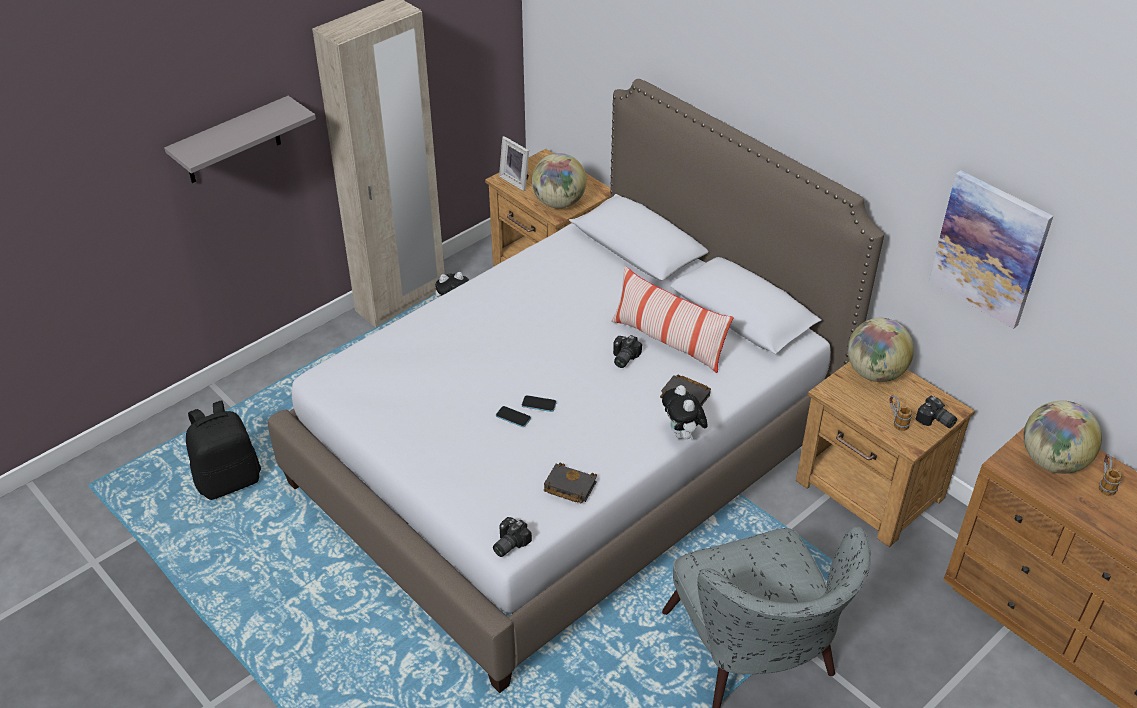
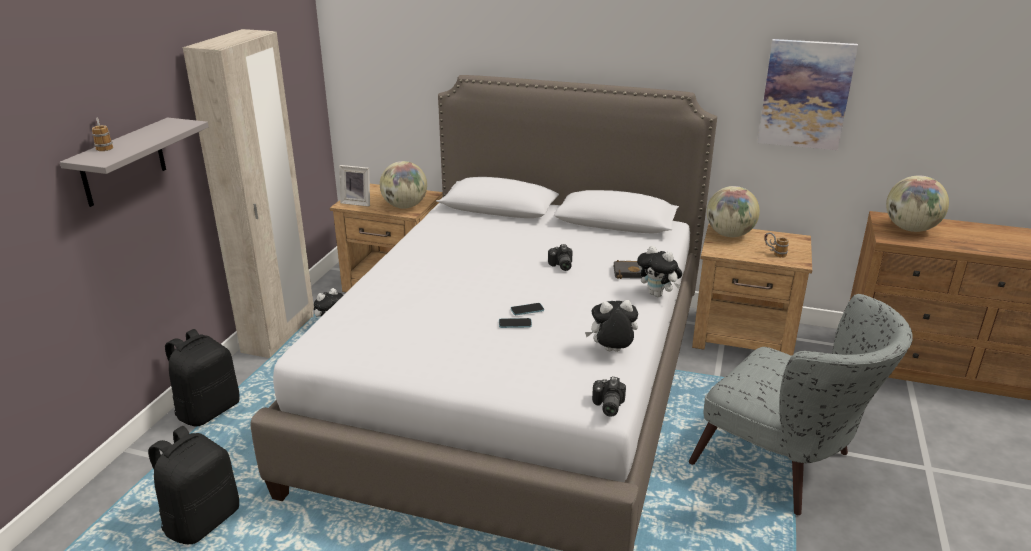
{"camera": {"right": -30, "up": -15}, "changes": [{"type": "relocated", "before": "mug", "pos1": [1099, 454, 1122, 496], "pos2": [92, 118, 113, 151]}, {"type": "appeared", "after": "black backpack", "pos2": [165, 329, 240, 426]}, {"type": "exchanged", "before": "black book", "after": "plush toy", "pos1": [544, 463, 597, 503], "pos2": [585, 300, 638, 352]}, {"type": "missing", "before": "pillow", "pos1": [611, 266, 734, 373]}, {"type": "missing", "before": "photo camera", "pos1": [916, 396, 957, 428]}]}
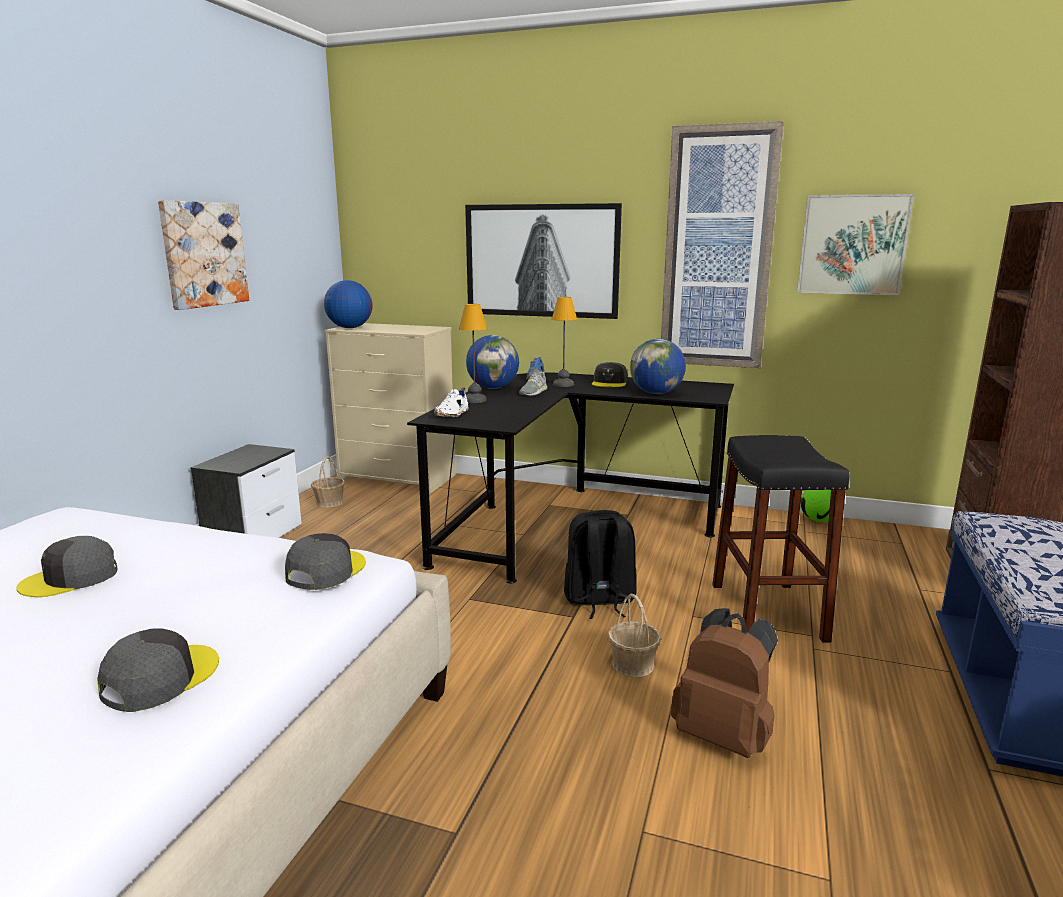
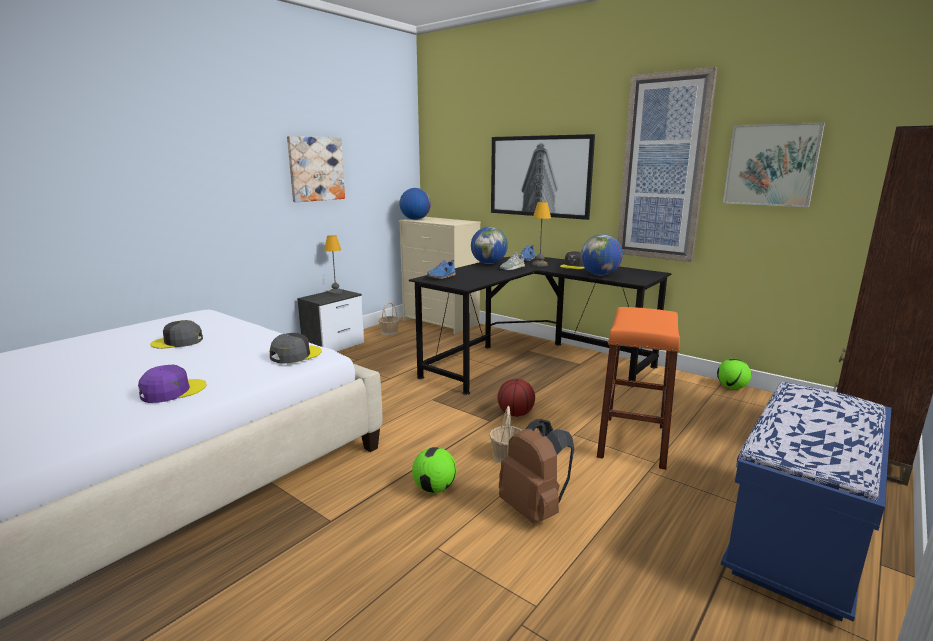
{"camera": {"right": 20, "up": 0}, "changes": [{"type": "colour", "before": "grey cap", "after": "purple cap", "pos1": [98, 629, 219, 712], "pos2": [138, 365, 207, 403]}, {"type": "relocated", "before": "table lamp", "pos1": [459, 304, 487, 403], "pos2": [324, 235, 343, 295]}, {"type": "appeared", "after": "football", "pos2": [412, 447, 457, 493]}, {"type": "colour", "before": "white shoe", "after": "blue shoe", "pos1": [435, 387, 469, 417], "pos2": [427, 260, 456, 279]}, {"type": "exchanged", "before": "black backpack", "after": "basketball", "pos1": [564, 510, 637, 619], "pos2": [498, 379, 535, 417]}, {"type": "colour", "before": "black stool", "after": "orange stool", "pos1": [712, 435, 849, 643], "pos2": [597, 307, 680, 470]}]}
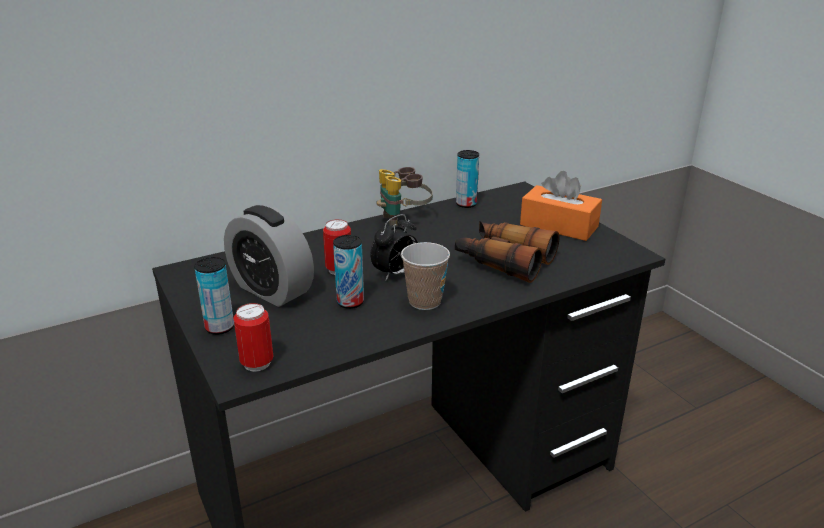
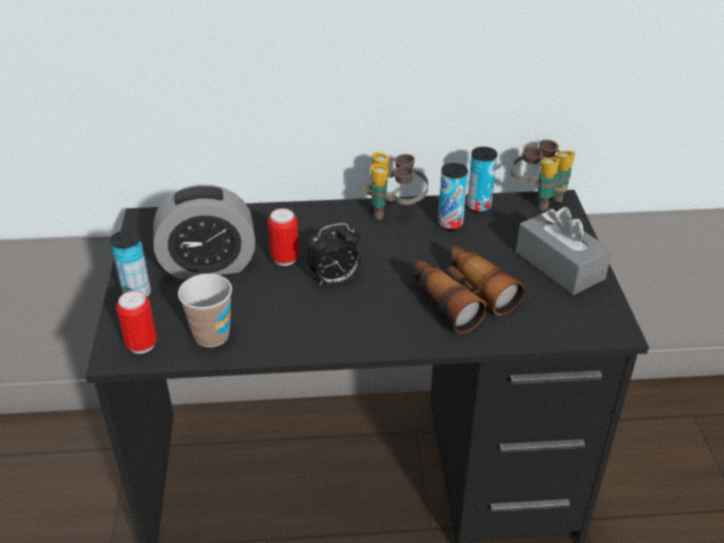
{"camera": {"right": 25, "up": 10}, "changes": [{"type": "spun", "before": "alarm clock", "pos1": [224, 205, 314, 307], "pos2": [153, 185, 255, 279], "turn": -75}, {"type": "relocated", "before": "cup", "pos1": [401, 242, 450, 310], "pos2": [178, 274, 232, 347]}, {"type": "relocated", "before": "can", "pos1": [333, 235, 364, 309], "pos2": [438, 163, 468, 231]}, {"type": "appeared", "after": "binoculars", "pos2": [511, 140, 575, 211]}, {"type": "colour", "before": "orange tissue box", "after": "grey tissue box", "pos1": [520, 171, 602, 241], "pos2": [516, 207, 612, 295]}]}
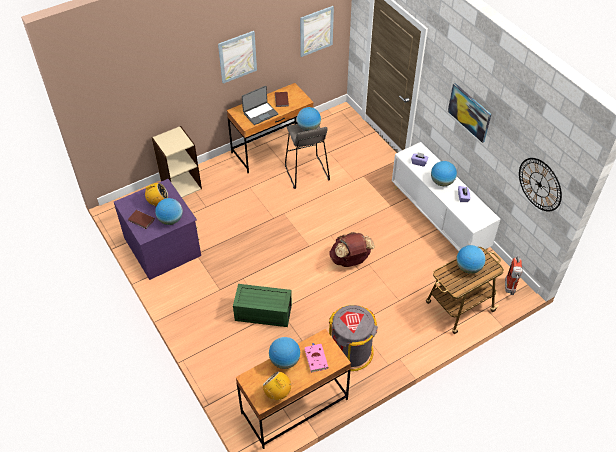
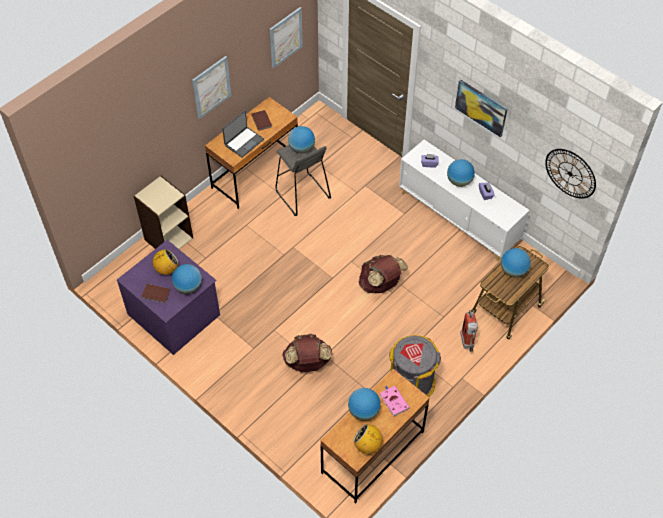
{"camera": {"right": -15, "up": 5}, "changes": [{"type": "exchanged", "before": "green storage box", "after": "brown backpack", "pos1": [233, 284, 292, 327], "pos2": [282, 334, 332, 372]}, {"type": "relocated", "before": "fire extinguisher", "pos1": [505, 256, 523, 295], "pos2": [460, 310, 478, 352]}]}
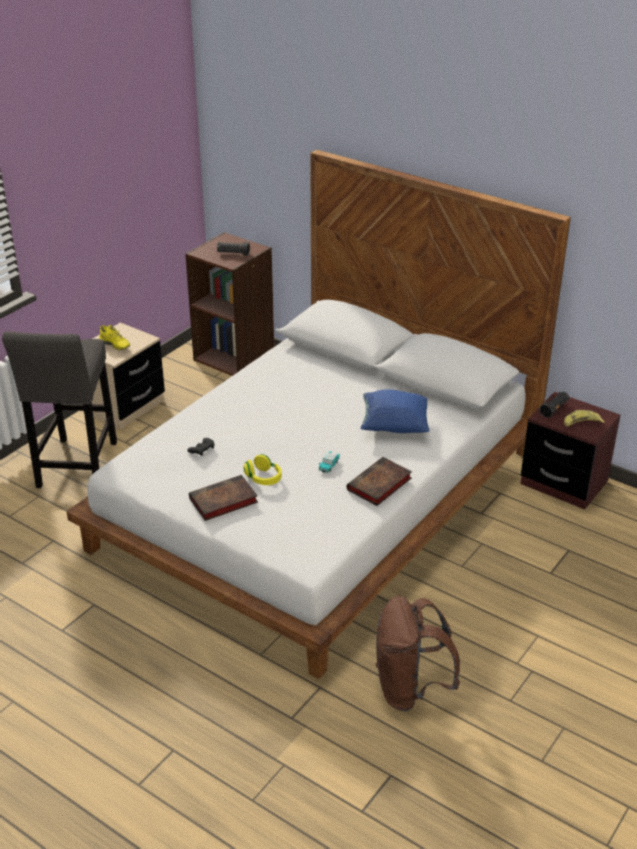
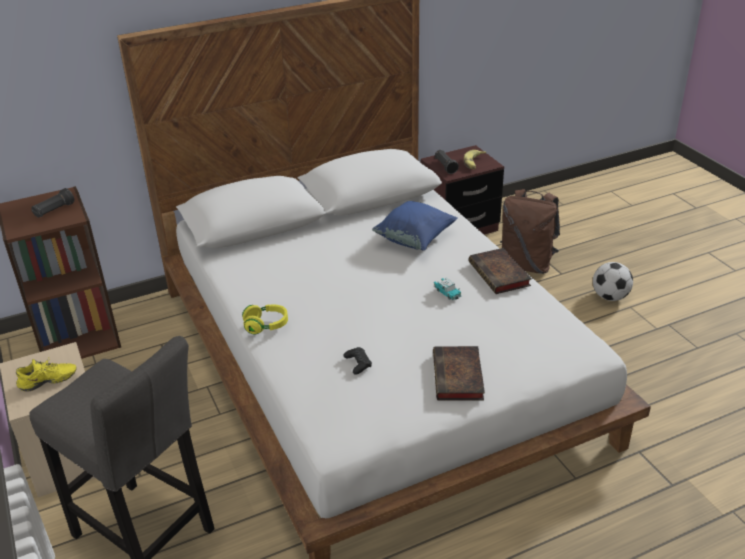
{"camera": {"right": -60, "up": 0}, "changes": [{"type": "relocated", "before": "yellow headphones", "pos1": [243, 454, 282, 485], "pos2": [242, 305, 288, 334]}, {"type": "relocated", "before": "brown backpack", "pos1": [375, 596, 460, 711], "pos2": [500, 189, 560, 274]}, {"type": "appeared", "after": "football", "pos2": [593, 262, 633, 301]}]}
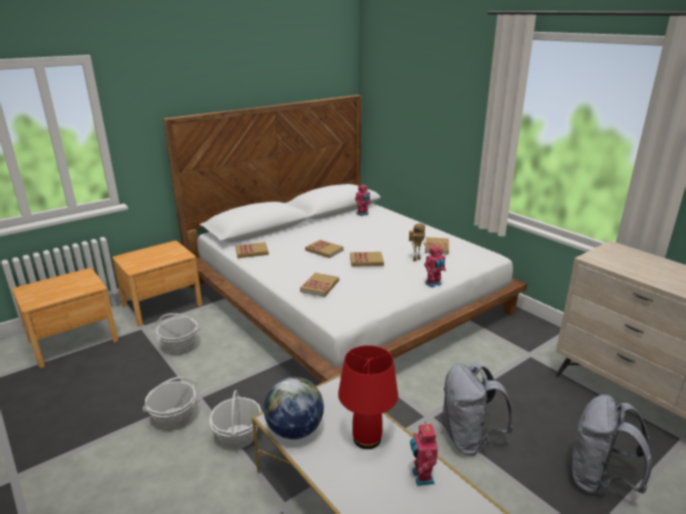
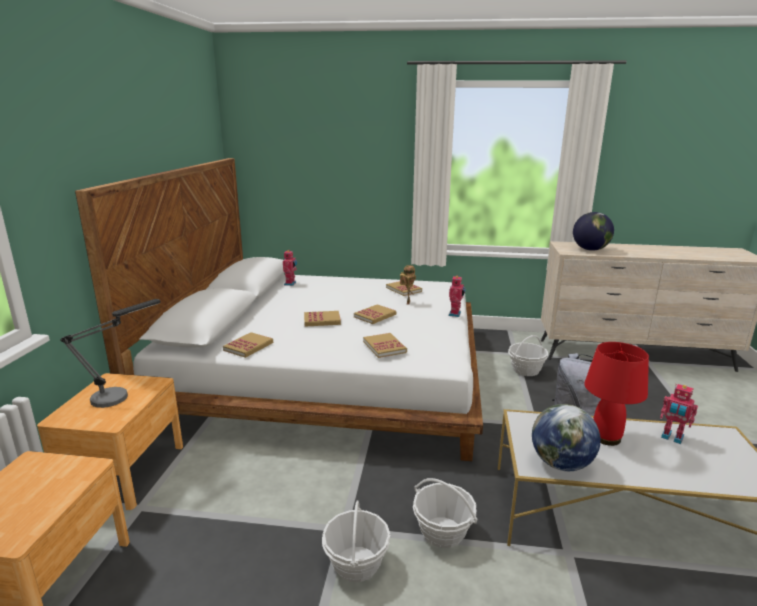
{"camera": {"right": -45, "up": -5}, "changes": [{"type": "appeared", "after": "table lamp", "pos2": [60, 299, 161, 408]}, {"type": "relocated", "before": "basket", "pos1": [154, 313, 200, 355], "pos2": [508, 335, 548, 376]}, {"type": "appeared", "after": "globe", "pos2": [573, 212, 614, 251]}, {"type": "missing", "before": "grey backpack", "pos1": [572, 394, 652, 495]}]}
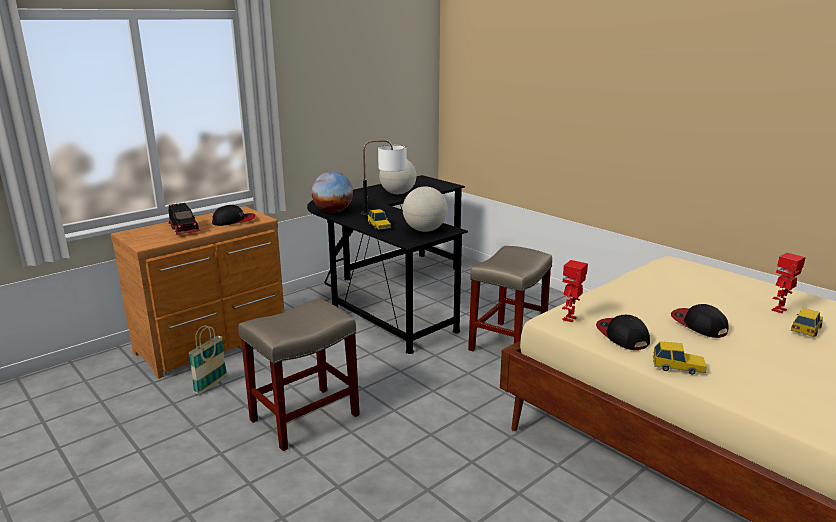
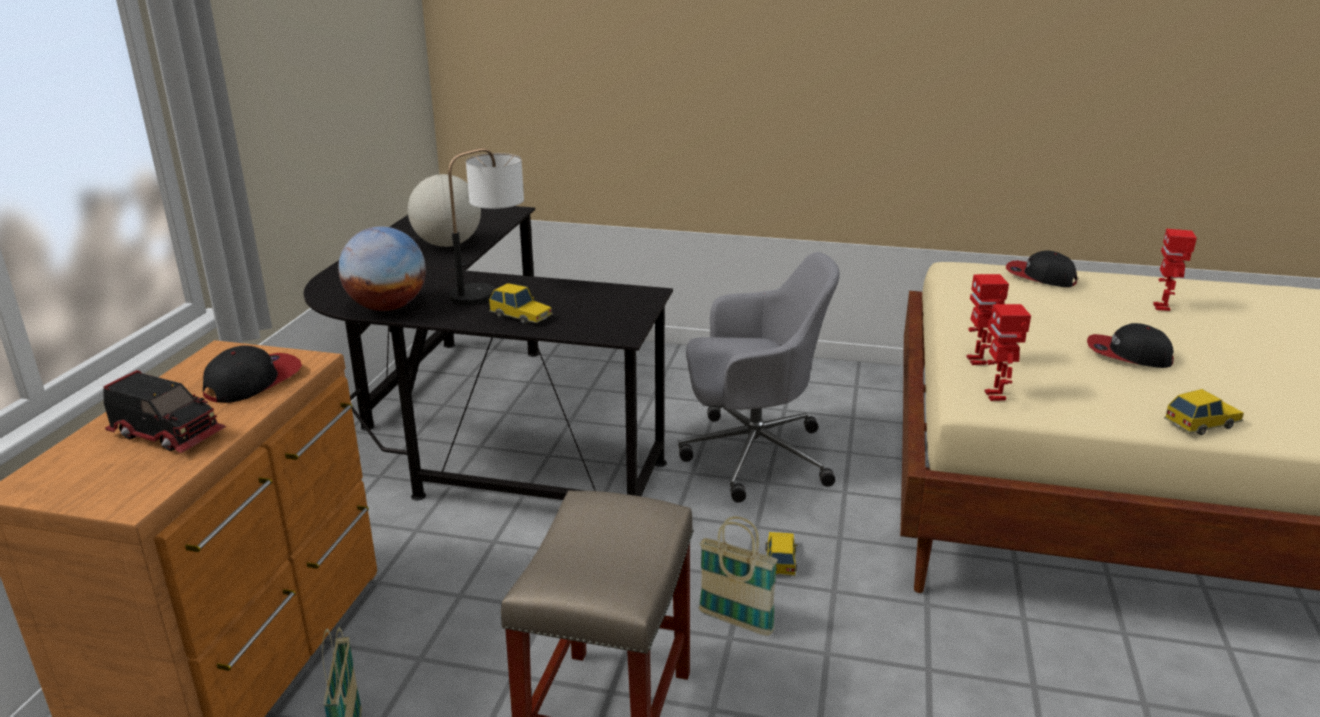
{"camera": {"right": -35, "up": 5}, "changes": [{"type": "exchanged", "before": "beige stool", "after": "grey office chair", "pos1": [468, 246, 552, 351], "pos2": [678, 252, 840, 503]}, {"type": "appeared", "after": "basket", "pos2": [699, 516, 778, 636]}, {"type": "relocated", "before": "toy car", "pos1": [791, 308, 823, 337], "pos2": [765, 532, 798, 576]}, {"type": "appeared", "after": "toy robot", "pos2": [966, 274, 1009, 365]}, {"type": "relocated", "before": "cap", "pos1": [596, 315, 650, 350], "pos2": [1006, 250, 1077, 287]}, {"type": "missing", "before": "globe", "pos1": [403, 186, 448, 232]}]}
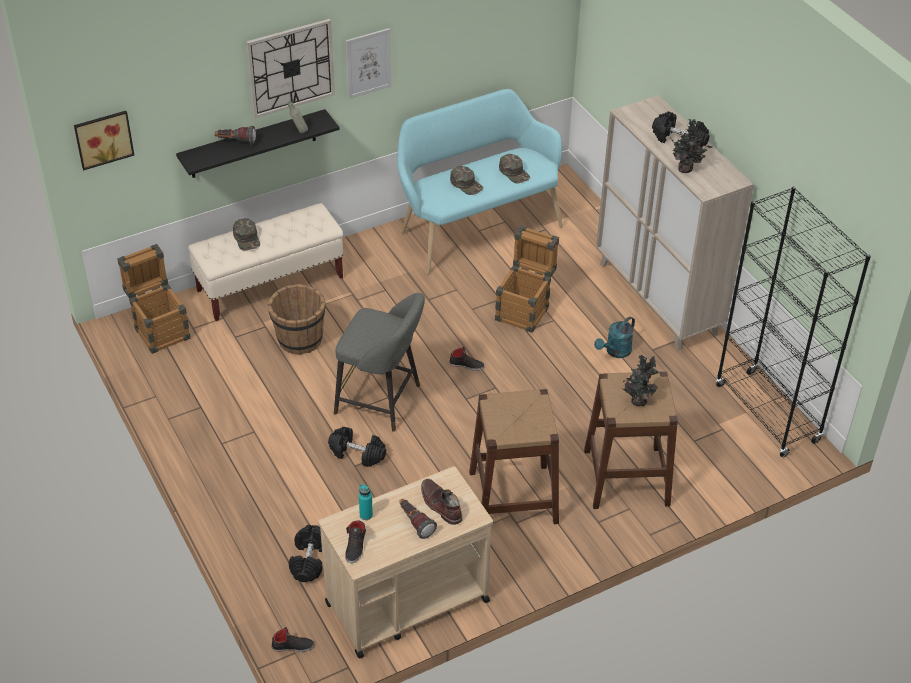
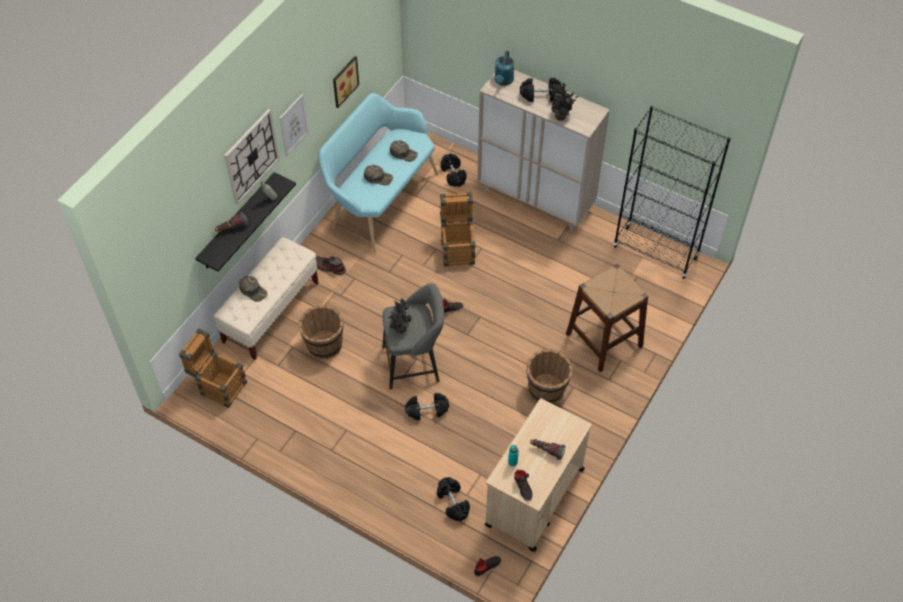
{"camera": {"right": -30, "up": 10}, "changes": [{"type": "relocated", "before": "brown boot", "pos1": [421, 479, 462, 525], "pos2": [316, 256, 346, 275]}, {"type": "relocated", "before": "picture", "pos1": [74, 111, 134, 170], "pos2": [333, 56, 359, 108]}, {"type": "relocated", "before": "potted plant", "pos1": [623, 355, 659, 406], "pos2": [388, 298, 412, 333]}, {"type": "appeared", "after": "black dumbbell", "pos2": [441, 153, 467, 187]}, {"type": "relocated", "before": "turquoise watering can", "pos1": [594, 316, 635, 358], "pos2": [495, 51, 514, 86]}, {"type": "exchanged", "before": "brown stool", "after": "brown bucket", "pos1": [469, 389, 559, 524], "pos2": [526, 349, 573, 403]}]}
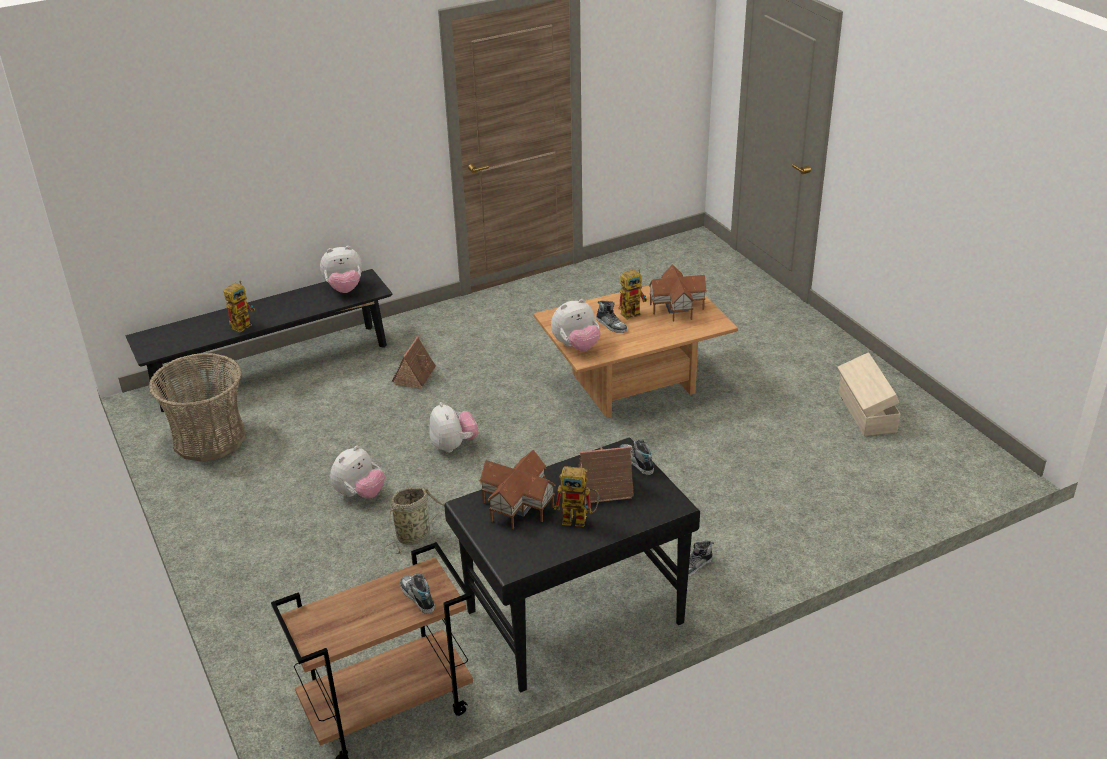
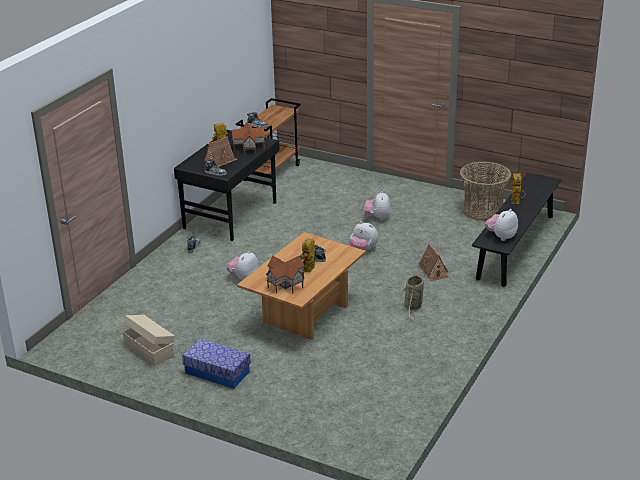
{"camera": {"right": 145, "up": -5}, "changes": [{"type": "appeared", "after": "storage box", "pos2": [182, 339, 251, 389]}, {"type": "relocated", "before": "plush toy", "pos1": [551, 299, 600, 351], "pos2": [227, 251, 259, 280]}, {"type": "relocated", "before": "basket", "pos1": [383, 488, 445, 555], "pos2": [403, 273, 424, 321]}]}
